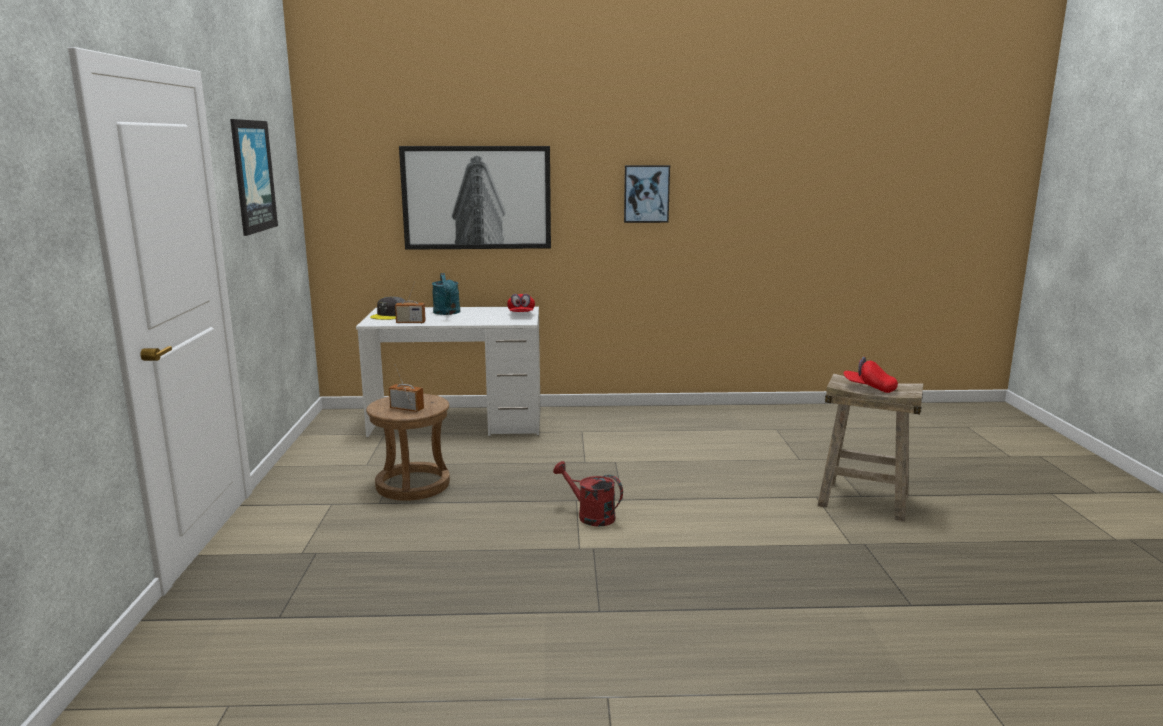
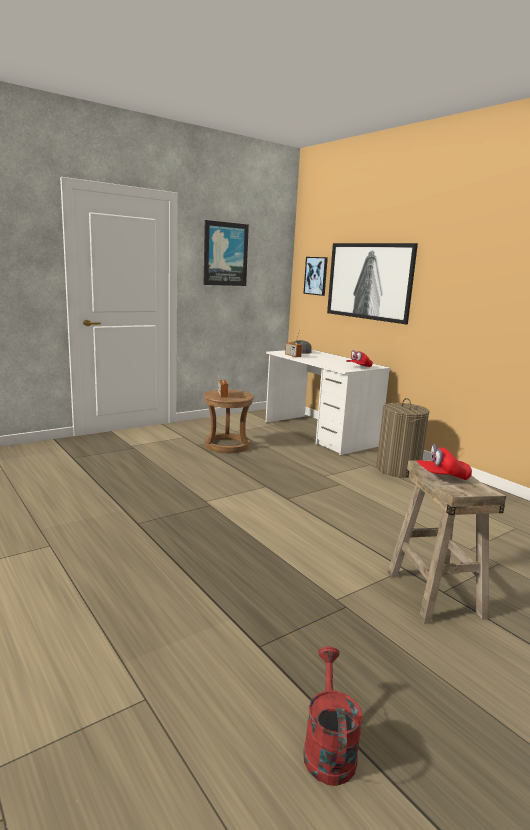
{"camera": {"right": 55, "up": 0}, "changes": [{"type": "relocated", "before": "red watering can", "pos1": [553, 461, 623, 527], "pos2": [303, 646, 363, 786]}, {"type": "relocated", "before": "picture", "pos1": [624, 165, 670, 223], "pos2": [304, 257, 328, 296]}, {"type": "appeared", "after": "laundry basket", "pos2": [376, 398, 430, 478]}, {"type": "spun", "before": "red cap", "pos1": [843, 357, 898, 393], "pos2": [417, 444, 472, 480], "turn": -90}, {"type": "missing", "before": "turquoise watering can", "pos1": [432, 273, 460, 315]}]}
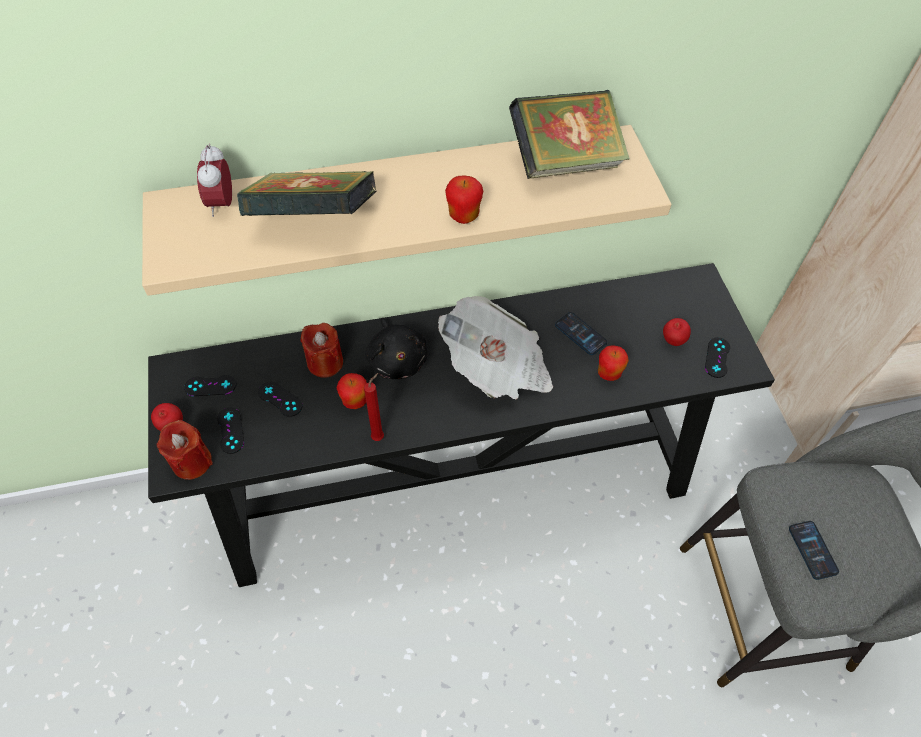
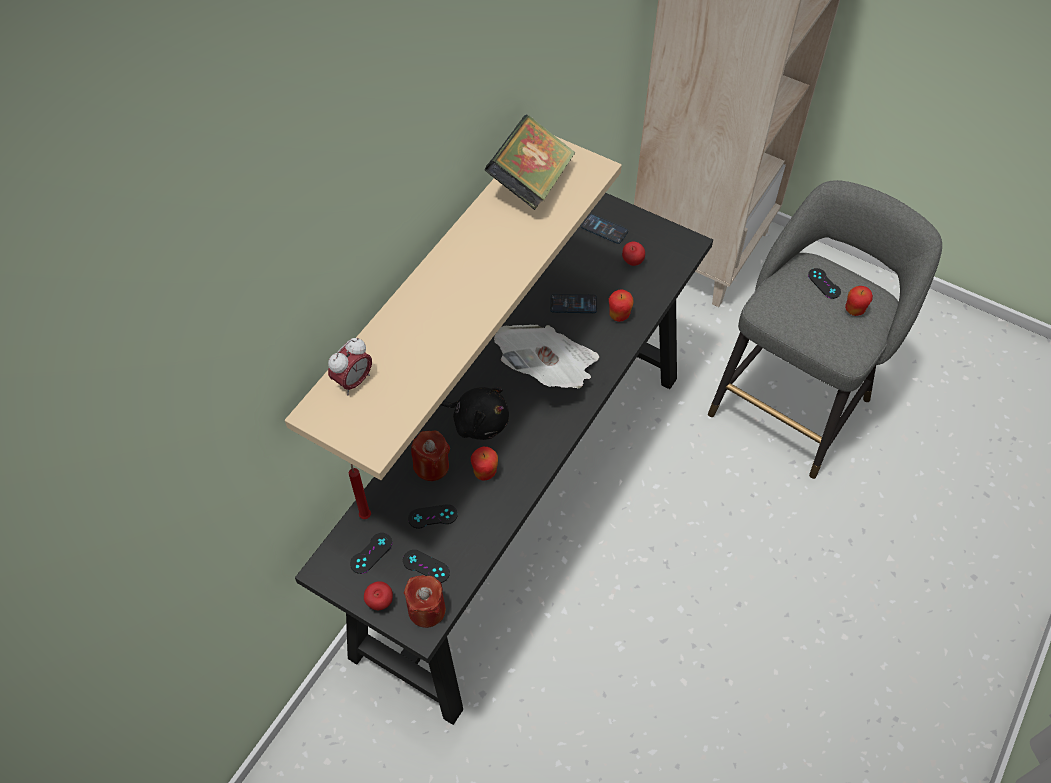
{"camera": {"right": -45, "up": 0}, "changes": [{"type": "spun", "before": "alarm clock", "pos1": [197, 144, 232, 217], "pos2": [328, 338, 372, 395], "turn": -90}, {"type": "relocated", "before": "red candle", "pos1": [364, 373, 384, 441], "pos2": [348, 464, 371, 519]}, {"type": "relocated", "before": "phone", "pos1": [789, 521, 839, 580], "pos2": [581, 214, 628, 244]}, {"type": "relocated", "before": "black game controller", "pos1": [705, 337, 730, 378], "pos2": [808, 268, 841, 299]}, {"type": "relocated", "before": "apple", "pos1": [445, 176, 483, 224], "pos2": [845, 286, 873, 316]}, {"type": "missing", "before": "book", "pos1": [237, 171, 377, 216]}]}
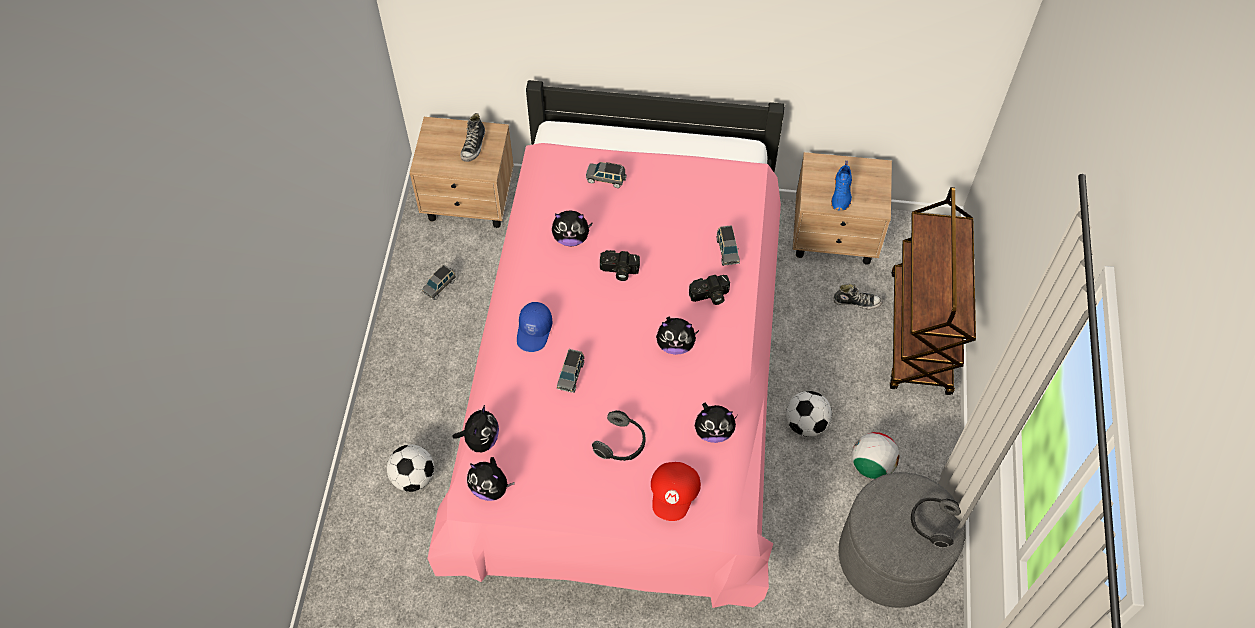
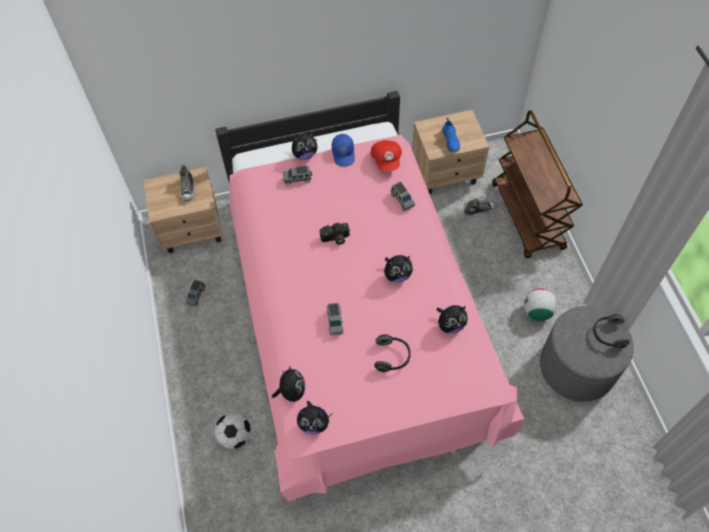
{"camera": {"right": -20, "up": 0}, "changes": [{"type": "relocated", "before": "plush toy", "pos1": [552, 210, 593, 247], "pos2": [292, 132, 317, 160]}, {"type": "relocated", "before": "blue cap", "pos1": [517, 302, 552, 352], "pos2": [332, 134, 355, 167]}, {"type": "relocated", "before": "red cap", "pos1": [651, 462, 701, 521], "pos2": [370, 140, 402, 171]}, {"type": "missing", "before": "photo camera", "pos1": [689, 275, 730, 305]}, {"type": "missing", "before": "football", "pos1": [786, 391, 832, 437]}]}
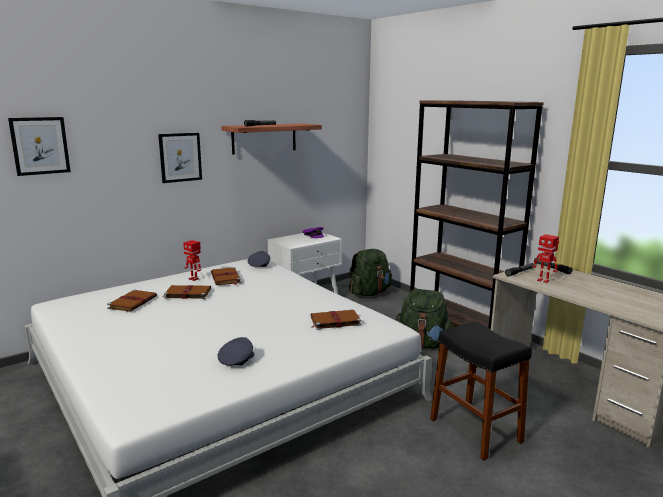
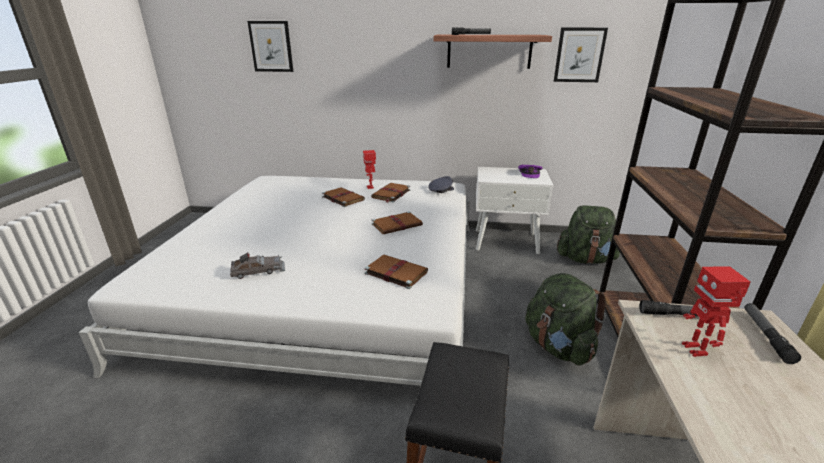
{"camera": {"right": 45, "up": 10}, "changes": [{"type": "exchanged", "before": "grey cap", "after": "grey toy car", "pos1": [218, 337, 254, 366], "pos2": [230, 253, 285, 279]}, {"type": "relocated", "before": "brown book", "pos1": [107, 289, 157, 312], "pos2": [372, 211, 423, 234]}, {"type": "relocated", "before": "picture", "pos1": [158, 133, 202, 183], "pos2": [554, 28, 608, 82]}]}
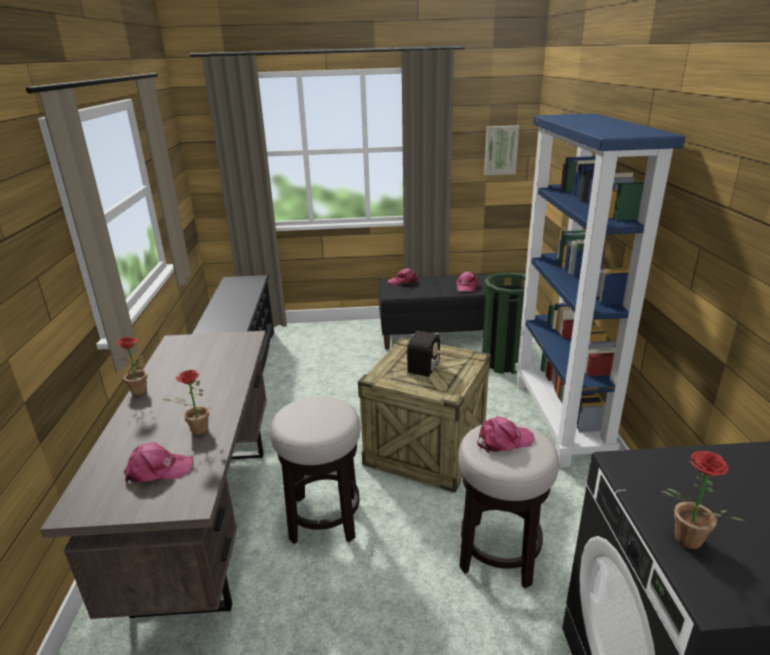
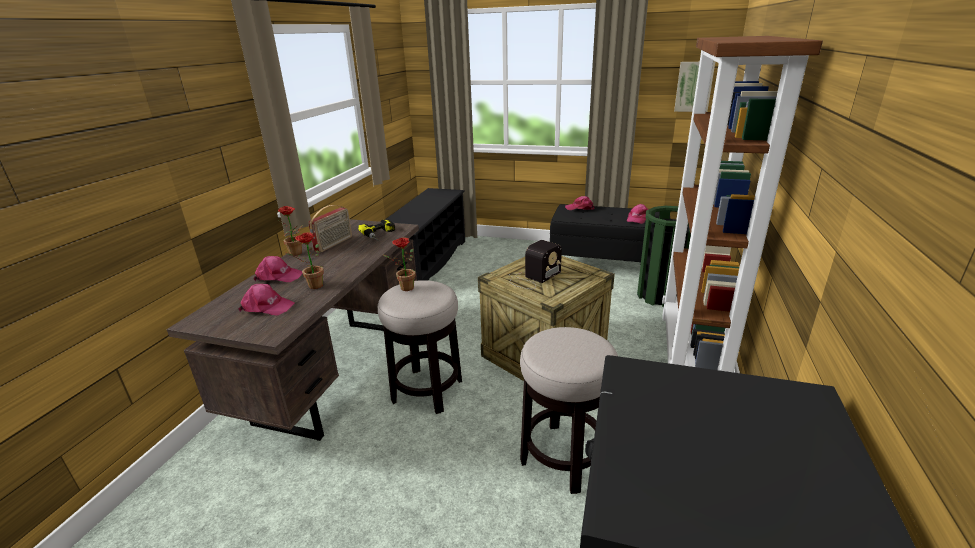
{"camera": {"right": 20, "up": 0}, "changes": [{"type": "relocated", "before": "pink cap", "pos1": [477, 416, 535, 453], "pos2": [254, 256, 303, 282]}, {"type": "appeared", "after": "radio", "pos2": [308, 205, 352, 252]}, {"type": "appeared", "after": "power drill", "pos2": [358, 219, 395, 241]}, {"type": "relocated", "before": "potted plant", "pos1": [662, 451, 744, 549], "pos2": [382, 237, 415, 291]}, {"type": "colour", "before": "blue bookcase", "after": "brown bookcase", "pos1": [515, 113, 685, 468], "pos2": [662, 36, 823, 372]}]}
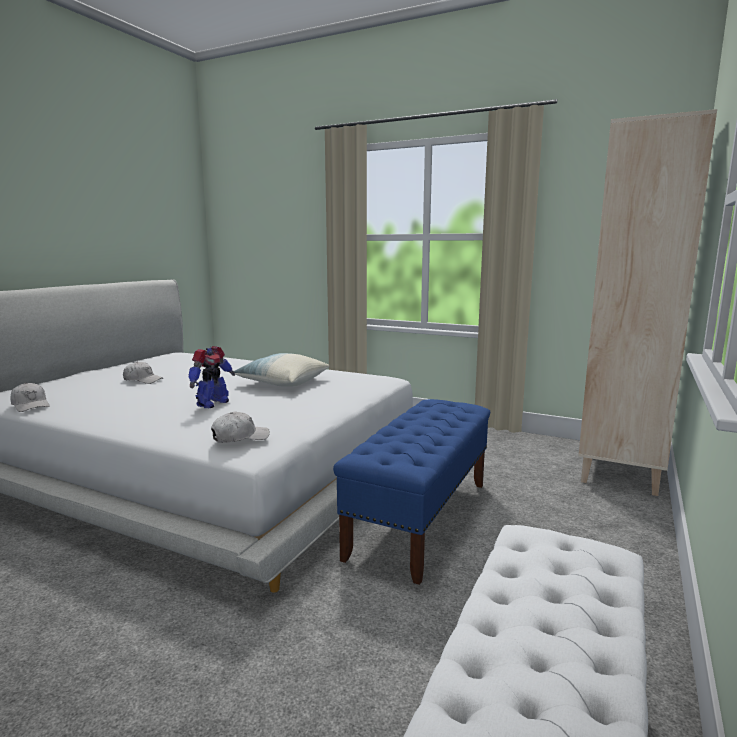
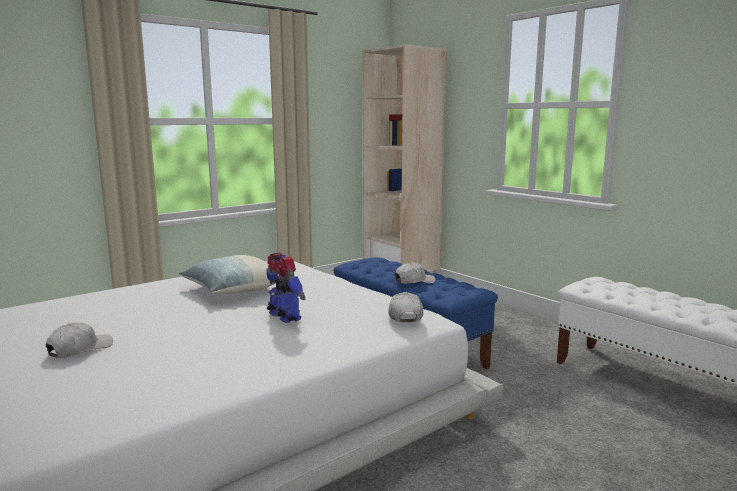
{"camera": {"right": -65, "up": 0}, "changes": [{"type": "relocated", "before": "white cap", "pos1": [10, 383, 50, 412], "pos2": [395, 262, 436, 284]}]}
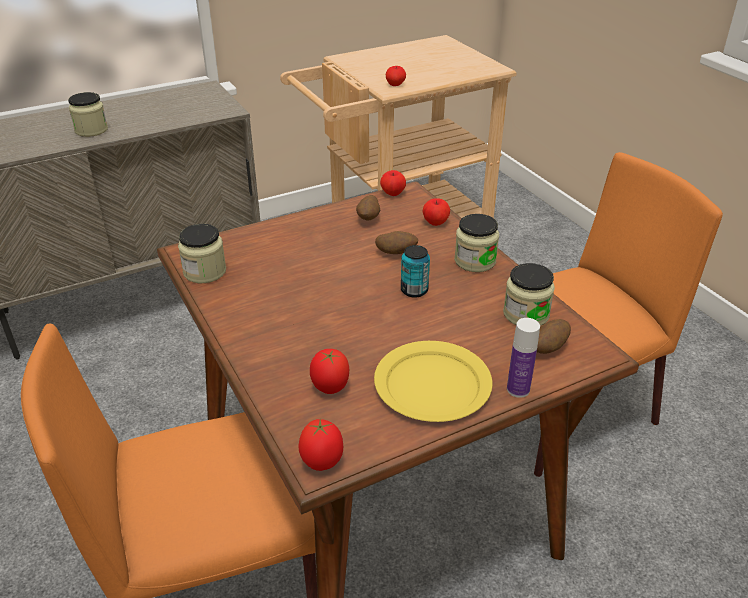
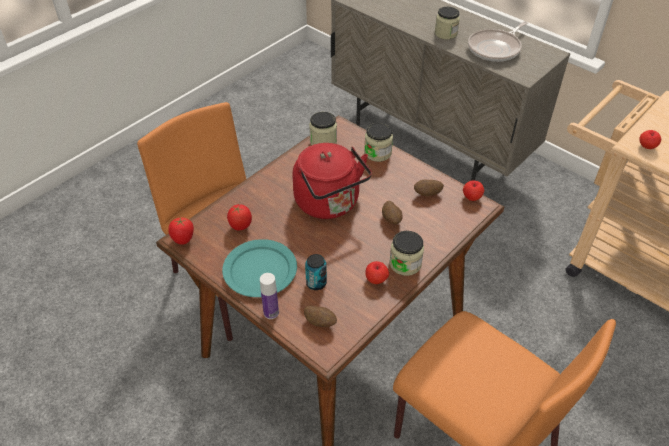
{"camera": {"right": 70, "up": 10}, "changes": [{"type": "colour", "before": "yellow plate", "after": "turquoise plate", "pos1": [374, 341, 493, 422], "pos2": [222, 239, 297, 297]}, {"type": "appeared", "after": "red kettle", "pos2": [292, 143, 372, 219]}, {"type": "relocated", "before": "can", "pos1": [401, 245, 430, 298], "pos2": [305, 254, 327, 290]}, {"type": "relocated", "before": "jar", "pos1": [503, 263, 555, 326], "pos2": [364, 123, 393, 162]}, {"type": "relocated", "before": "apple", "pos1": [423, 198, 450, 226], "pos2": [365, 261, 389, 284]}, {"type": "appeared", "after": "frying pan", "pos2": [468, 21, 528, 62]}]}
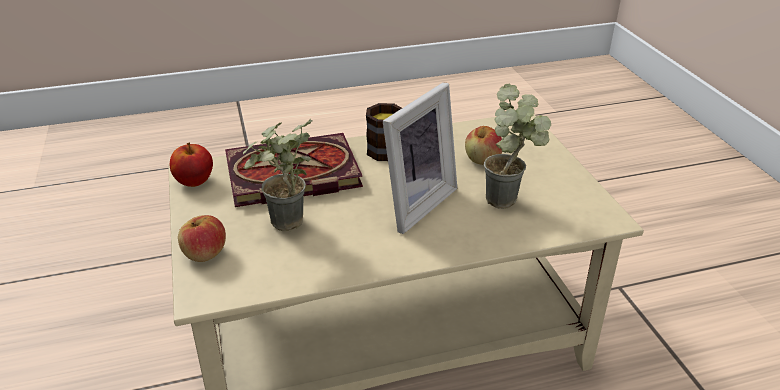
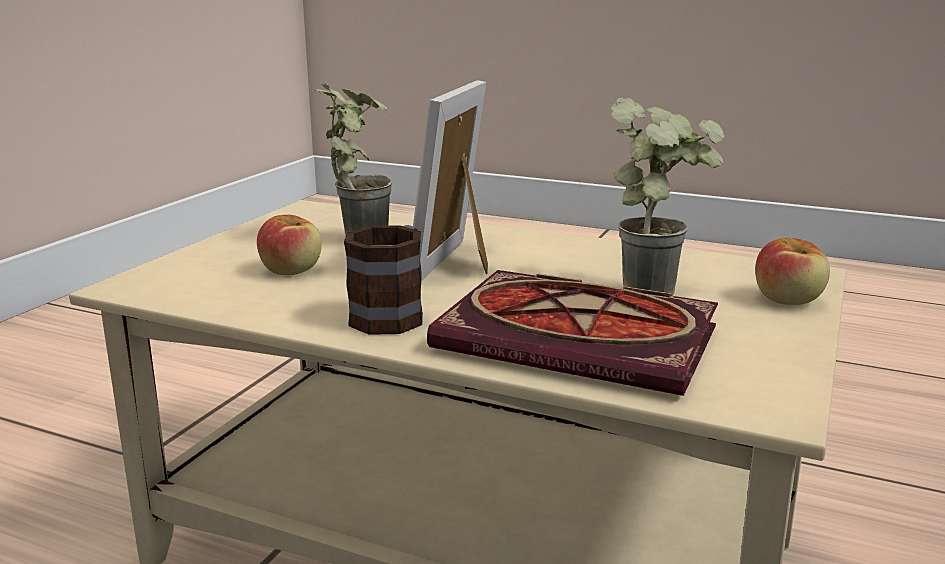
{"camera": {"right": -140, "up": -15}, "changes": [{"type": "spun", "before": "picture frame", "pos1": [383, 82, 457, 234], "pos2": [413, 80, 488, 281], "turn": -60}, {"type": "missing", "before": "apple", "pos1": [170, 142, 213, 187]}]}
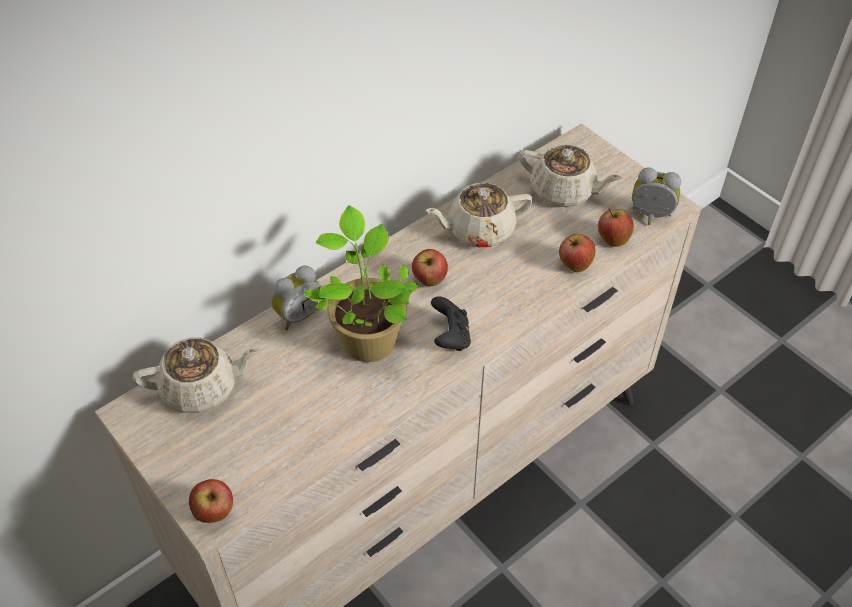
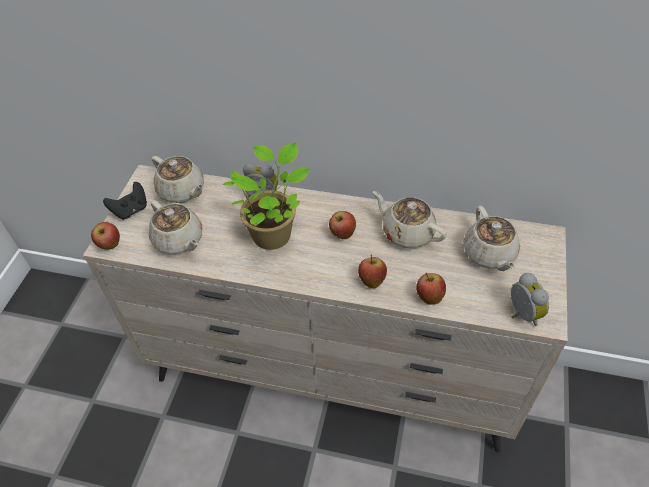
{"camera": {"right": 55, "up": 0}, "changes": [{"type": "relocated", "before": "black game controller", "pos1": [431, 296, 471, 351], "pos2": [103, 182, 147, 220]}, {"type": "appeared", "after": "beige teapot", "pos2": [149, 200, 202, 255]}, {"type": "relocated", "before": "apple", "pos1": [598, 208, 634, 247], "pos2": [358, 254, 387, 289]}]}
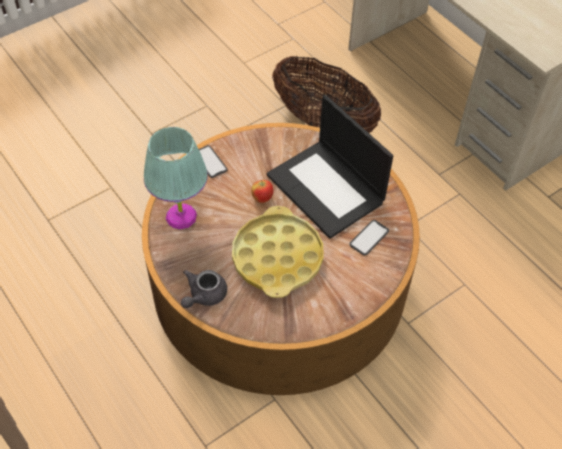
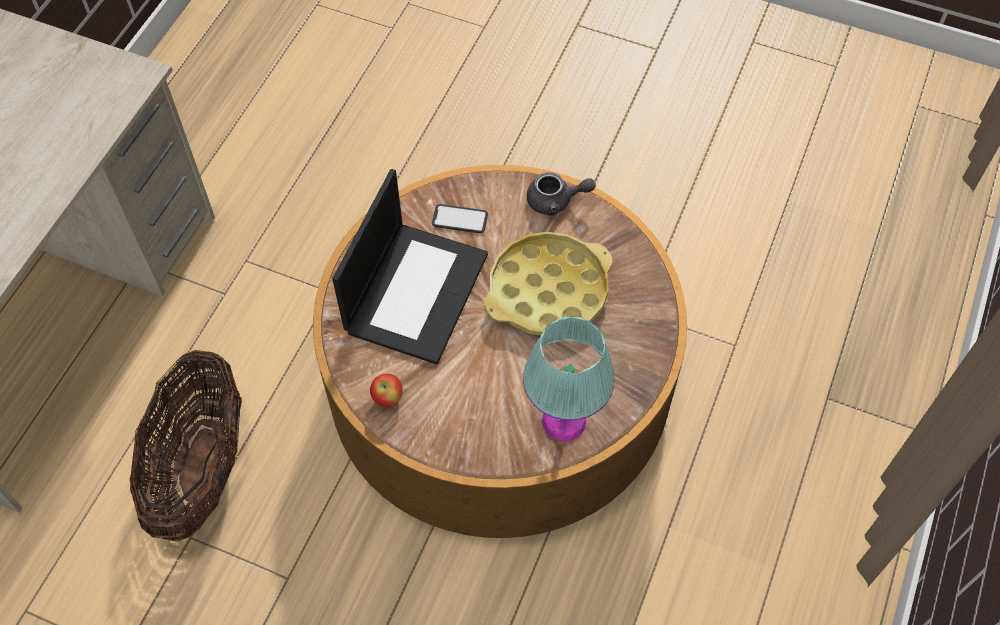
{"camera": {"right": -120, "up": 5}, "changes": [{"type": "relocated", "before": "apple", "pos1": [251, 180, 274, 203], "pos2": [370, 373, 403, 407]}, {"type": "relocated", "before": "grey teapot", "pos1": [181, 270, 227, 308], "pos2": [527, 172, 596, 216]}, {"type": "missing", "before": "phone", "pos1": [199, 145, 227, 178]}]}
